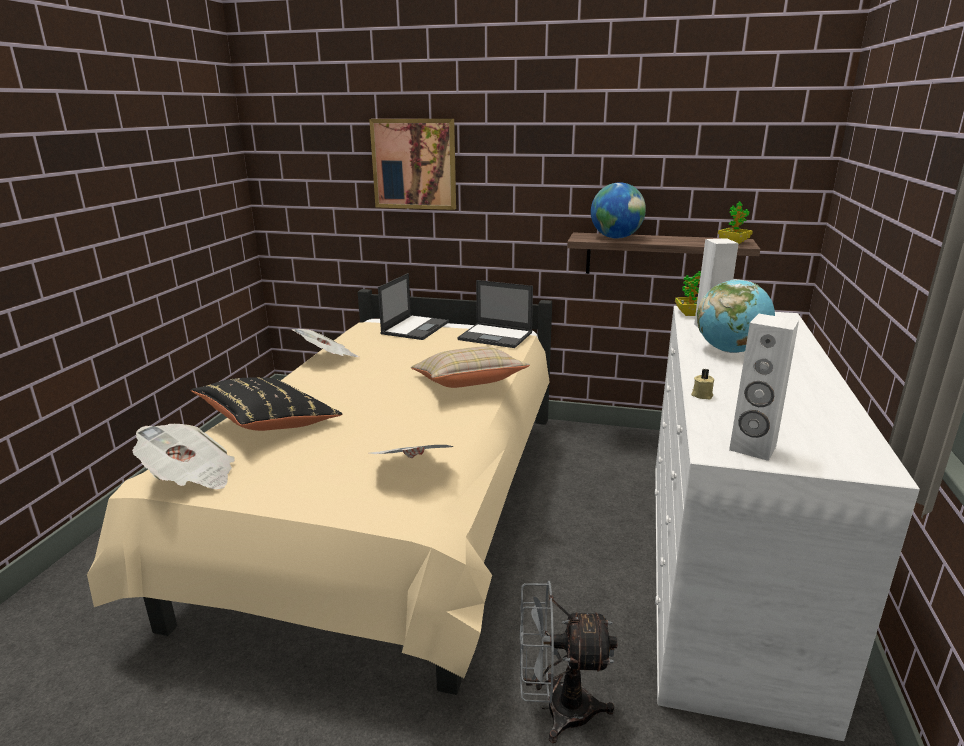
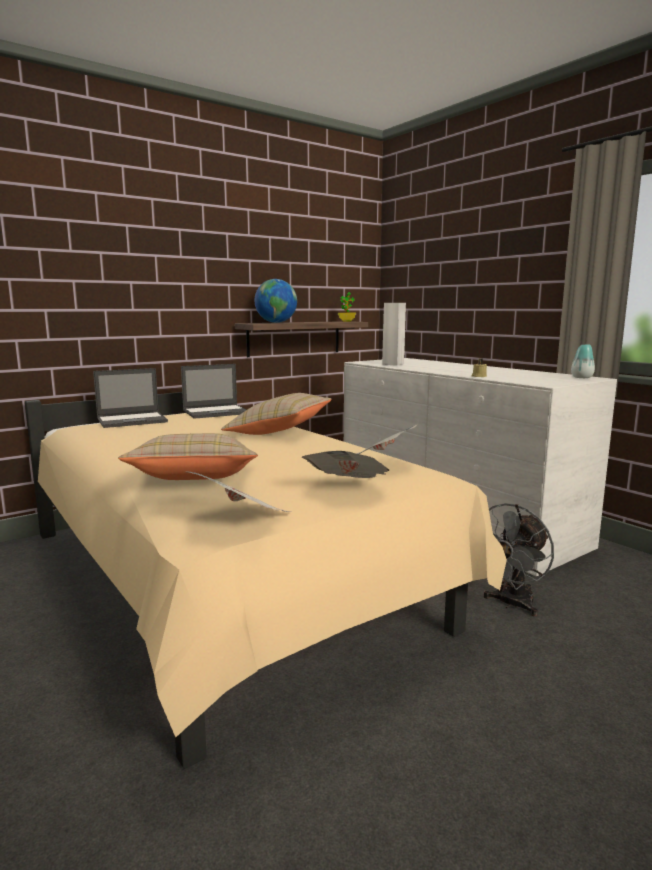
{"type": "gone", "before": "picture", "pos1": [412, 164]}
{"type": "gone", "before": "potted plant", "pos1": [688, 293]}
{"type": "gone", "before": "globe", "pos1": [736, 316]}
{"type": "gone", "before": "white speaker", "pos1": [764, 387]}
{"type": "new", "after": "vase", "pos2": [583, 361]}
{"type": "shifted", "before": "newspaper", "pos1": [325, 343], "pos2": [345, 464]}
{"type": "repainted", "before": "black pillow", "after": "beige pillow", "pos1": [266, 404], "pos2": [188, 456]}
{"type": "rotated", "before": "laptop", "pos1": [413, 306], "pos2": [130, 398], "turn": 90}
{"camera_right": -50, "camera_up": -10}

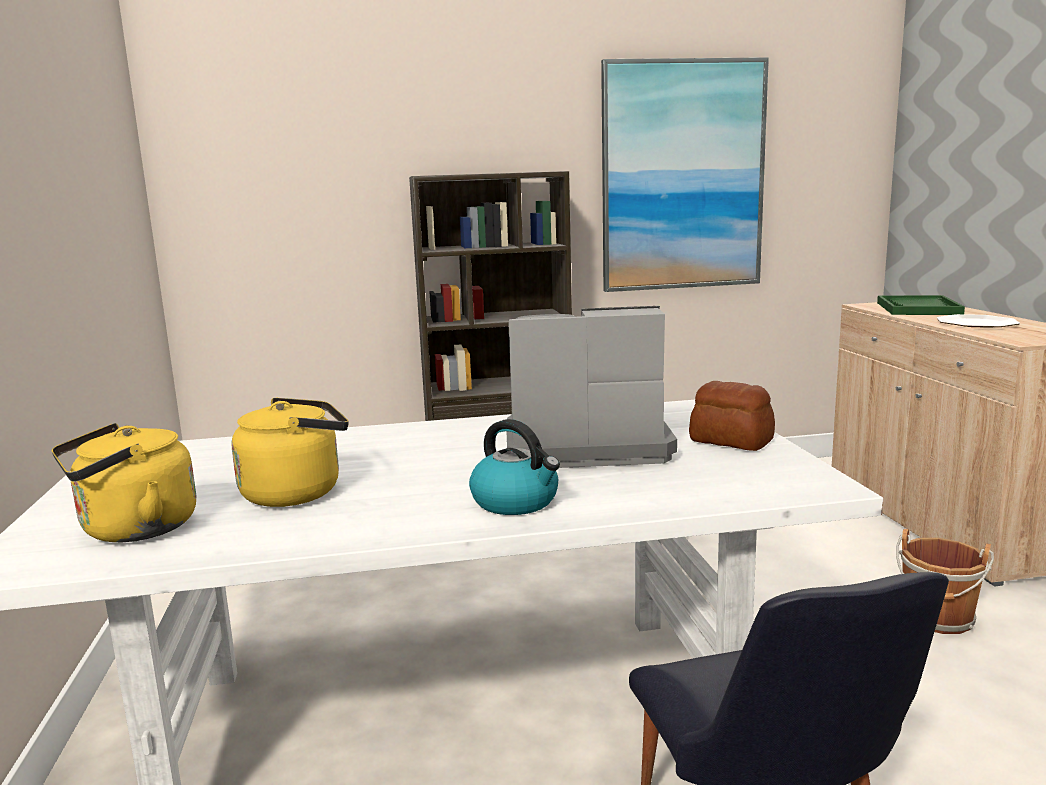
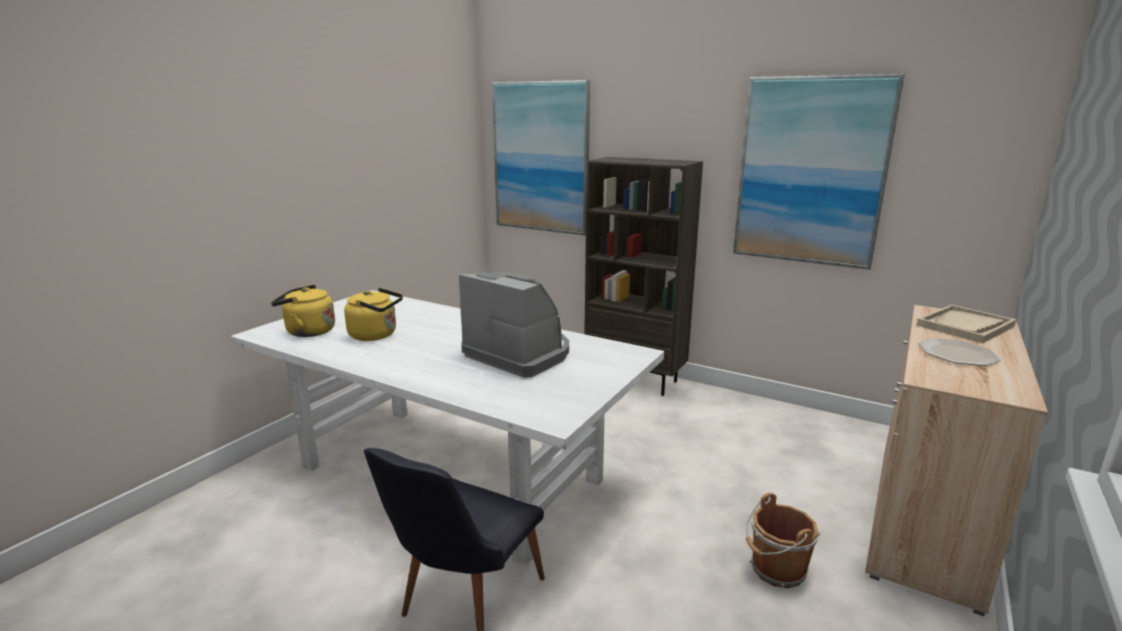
{"type": "gone", "before": "kettle", "pos1": [514, 467]}
{"type": "gone", "before": "bread", "pos1": [732, 416]}
{"type": "new", "after": "picture", "pos2": [541, 157]}
{"type": "repainted", "before": "green tray", "after": "beige tray", "pos1": [921, 305], "pos2": [966, 324]}
{"camera_right": 40, "camera_up": 5}

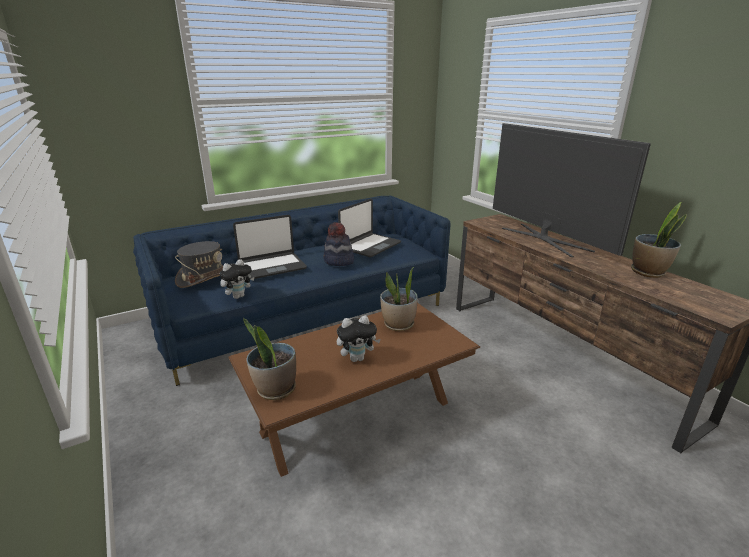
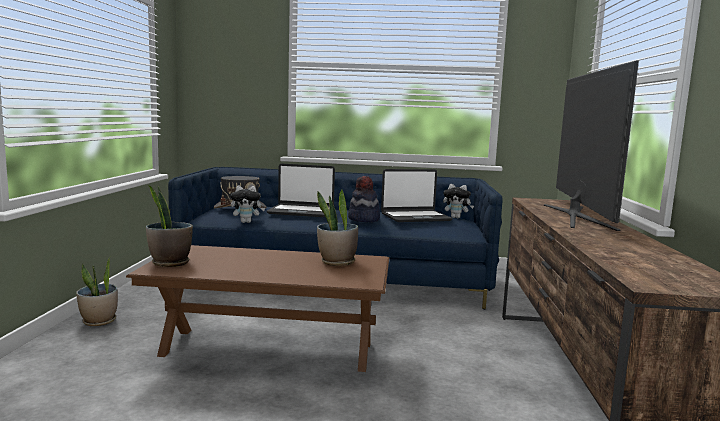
{"type": "shifted", "before": "plush toy", "pos1": [359, 338], "pos2": [458, 201]}
{"type": "shifted", "before": "potted plant", "pos1": [659, 240], "pos2": [97, 291]}
{"camera_right": 35, "camera_up": -15}

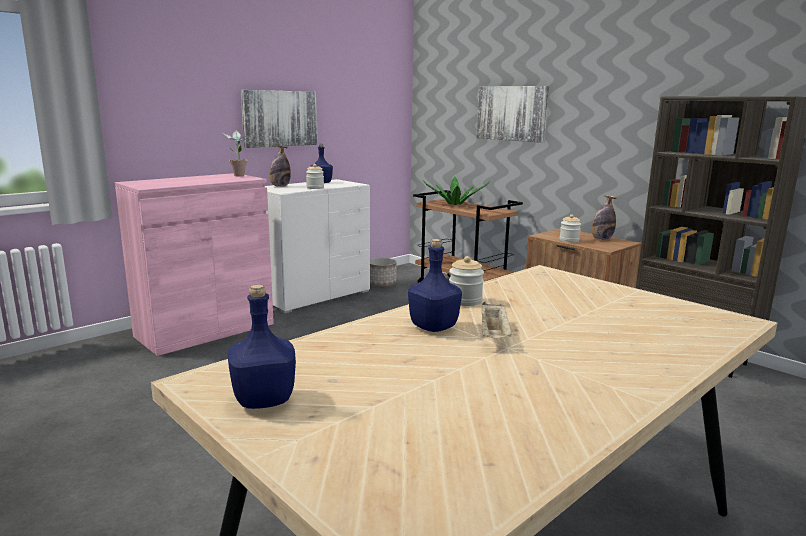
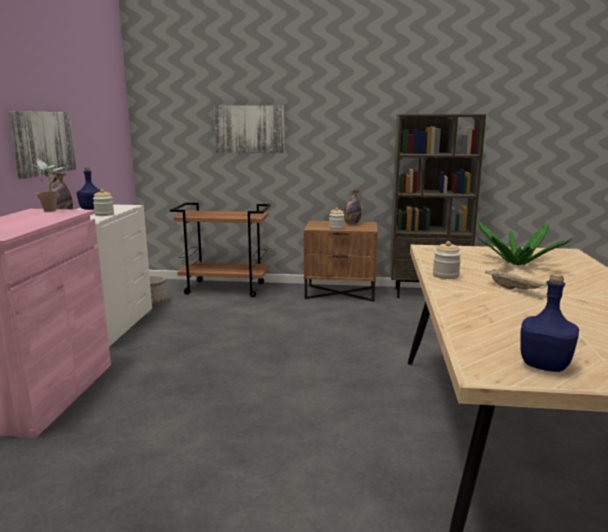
{"type": "gone", "before": "blue bottle", "pos1": [435, 285]}
{"type": "shifted", "before": "potted plant", "pos1": [456, 191], "pos2": [525, 243]}
{"camera_right": -40, "camera_up": 0}

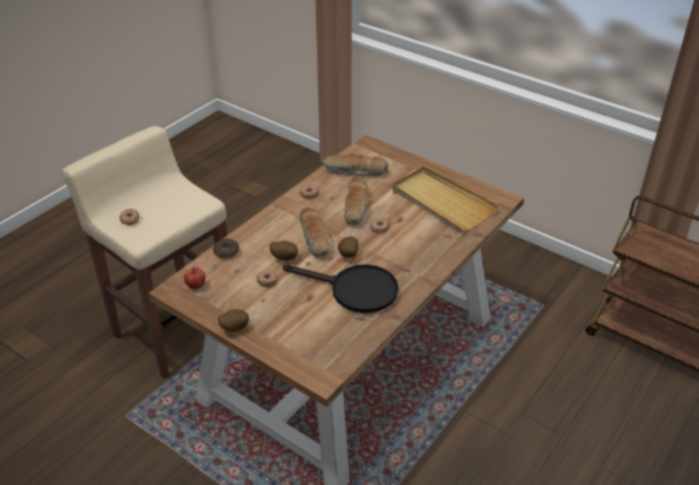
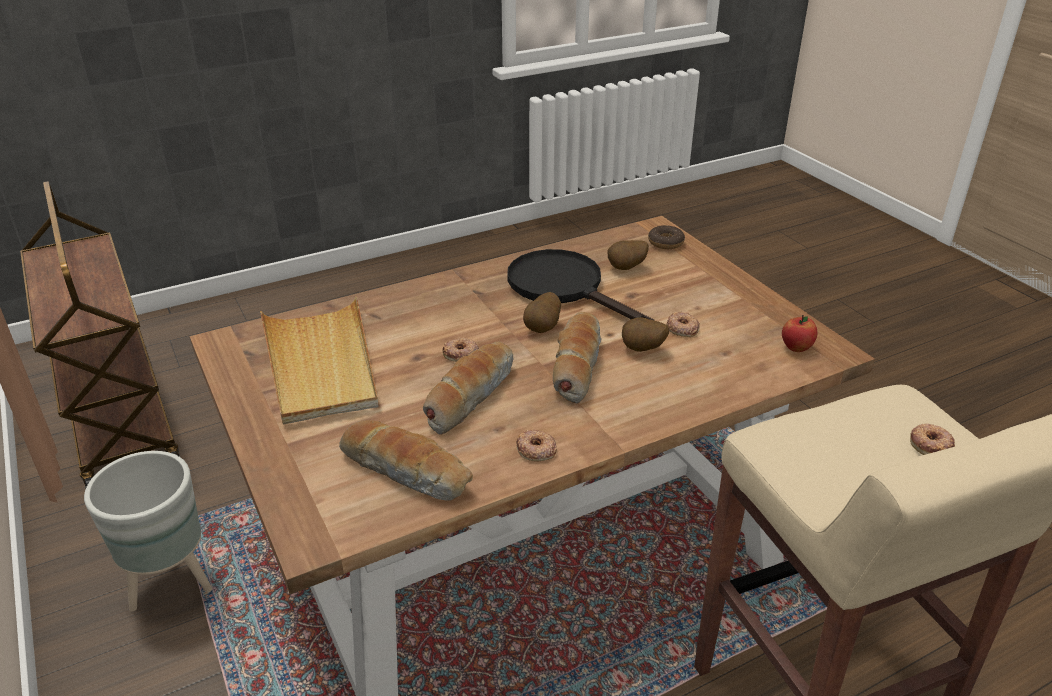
{"type": "new", "after": "grey planter", "pos2": [148, 531]}
{"type": "shifted", "before": "donut", "pos1": [226, 249], "pos2": [666, 237]}
{"type": "shifted", "before": "potato", "pos1": [233, 320], "pos2": [628, 255]}
{"camera_right": -155, "camera_up": -5}

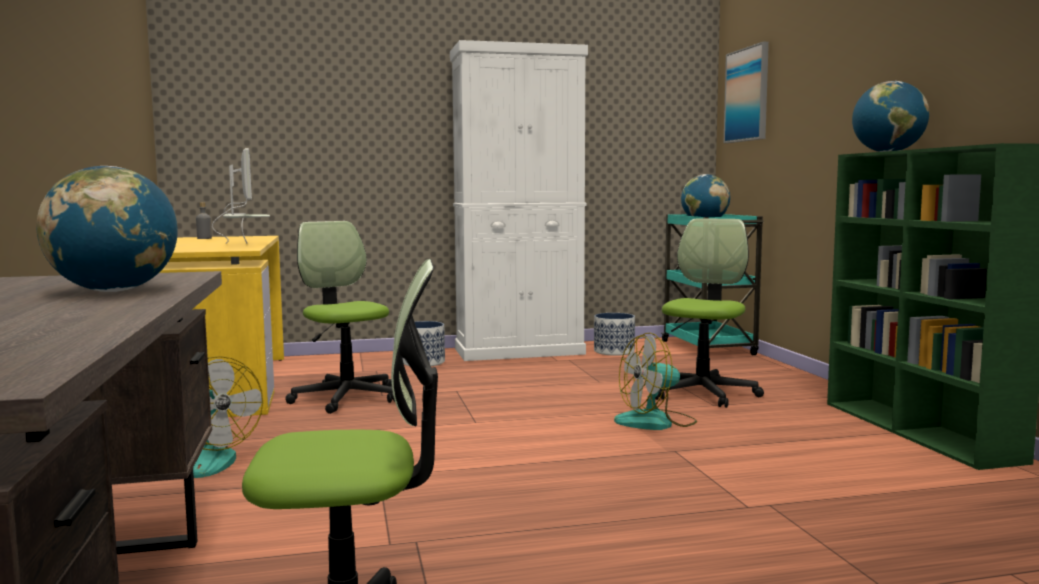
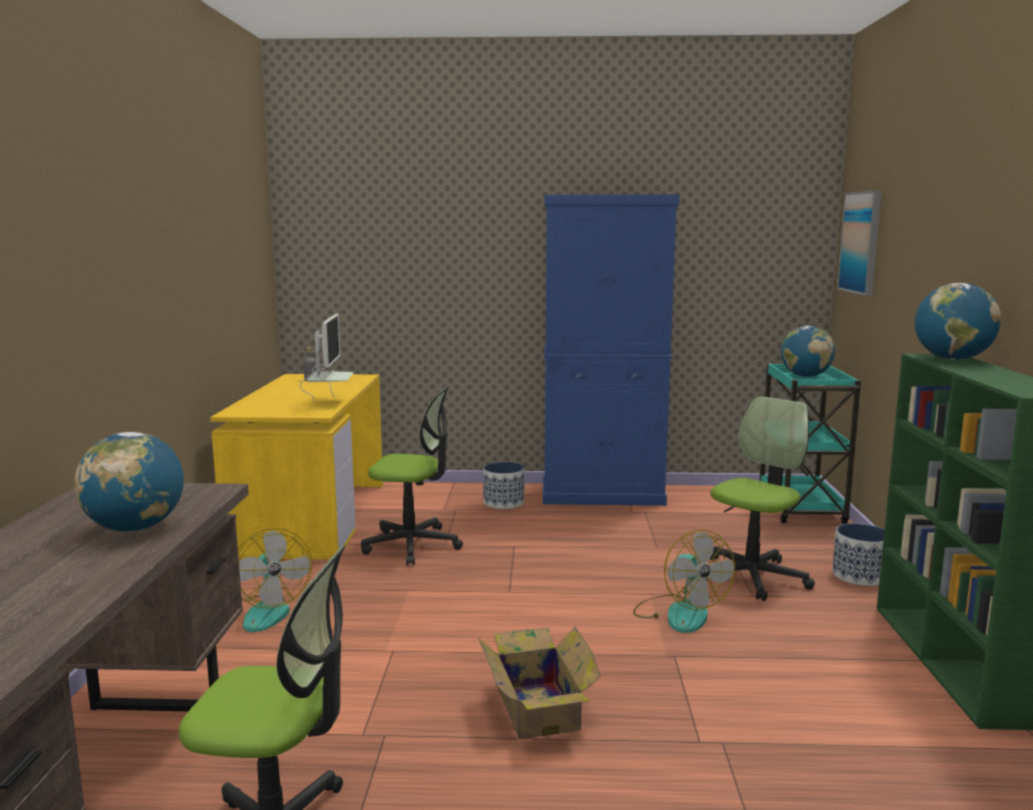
{"type": "new", "after": "cardboard box", "pos2": [539, 683]}
{"type": "shifted", "before": "planter", "pos1": [614, 334], "pos2": [858, 554]}
{"type": "repainted", "before": "white cabinet", "after": "blue cabinet", "pos1": [519, 200], "pos2": [611, 350]}
{"type": "rotated", "before": "office chair", "pos1": [340, 317], "pos2": [412, 476], "turn": 120}
{"type": "rotated", "before": "fan", "pos1": [655, 381], "pos2": [684, 581], "turn": -105}
{"camera_right": 15, "camera_up": 5}

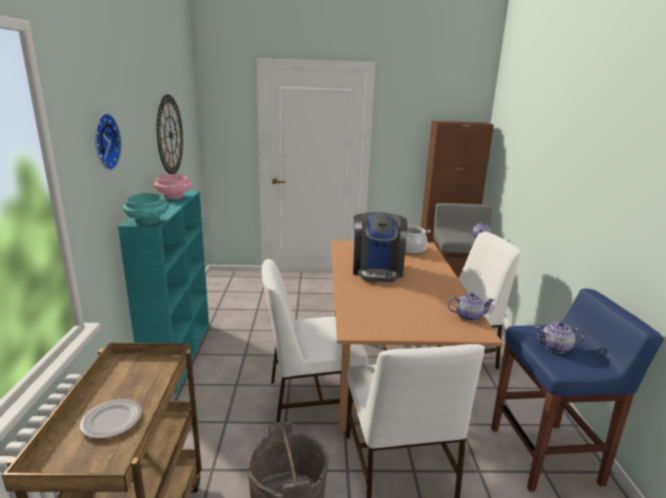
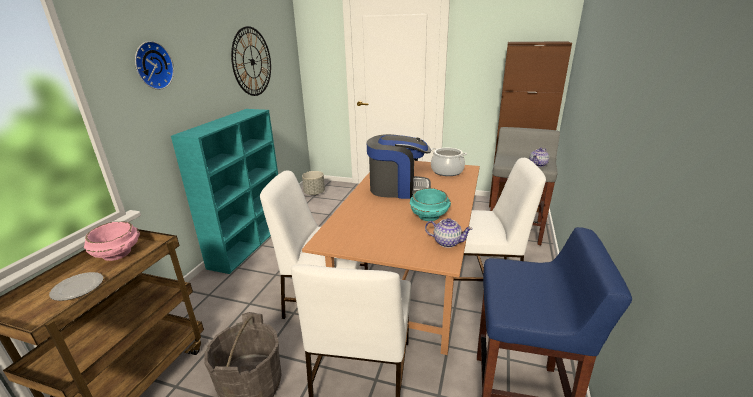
{"type": "gone", "before": "teapot", "pos1": [560, 337]}
{"type": "new", "after": "grey planter", "pos2": [313, 183]}
{"type": "shifted", "before": "turquoise bowl", "pos1": [146, 209], "pos2": [430, 204]}
{"type": "shifted", "before": "pink bowl", "pos1": [173, 186], "pos2": [112, 241]}
{"type": "rotated", "before": "coffee machine", "pos1": [380, 247], "pos2": [399, 166], "turn": -105}
{"camera_right": 20, "camera_up": 5}

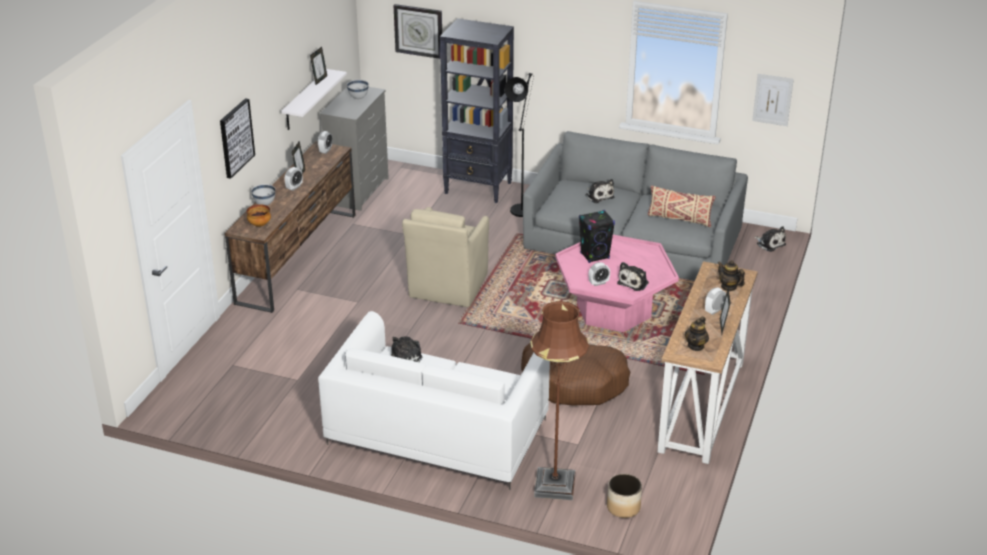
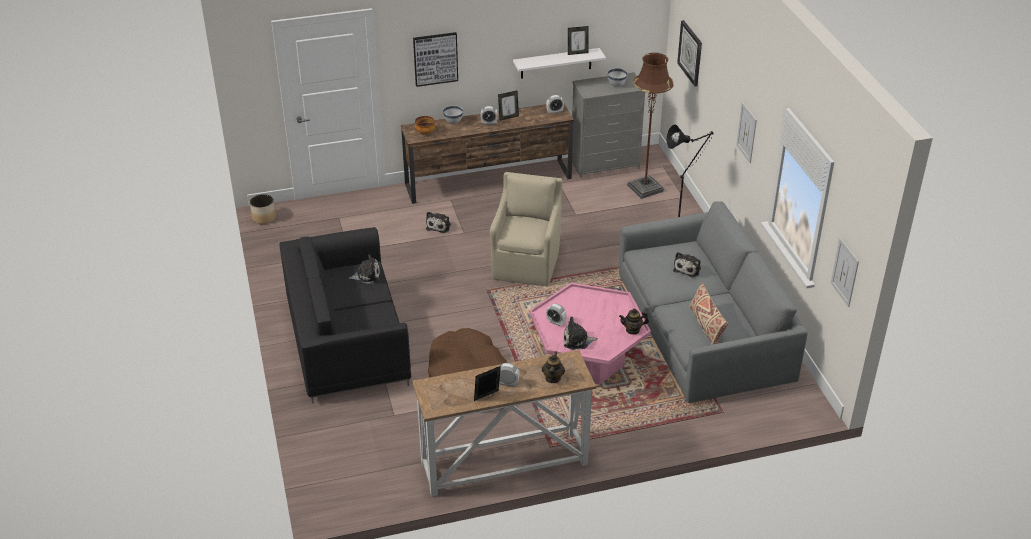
{"type": "gone", "before": "black bookcase", "pos1": [477, 110]}
{"type": "gone", "before": "black speaker", "pos1": [597, 236]}
{"type": "new", "after": "picture", "pos2": [746, 132]}
{"type": "shifted", "before": "brown floor lamp", "pos1": [559, 400], "pos2": [650, 126]}
{"type": "shifted", "before": "planter", "pos1": [624, 496], "pos2": [263, 209]}
{"type": "shifted", "before": "teapot", "pos1": [697, 334], "pos2": [634, 322]}
{"type": "shifted", "before": "plush toy", "pos1": [770, 239], "pos2": [438, 222]}
{"type": "repainted", "before": "white sofa", "after": "black sofa", "pos1": [434, 400], "pos2": [345, 315]}
{"type": "rotated", "before": "beige armchair", "pos1": [445, 257], "pos2": [526, 229], "turn": 120}
{"camera_right": 55, "camera_up": 5}

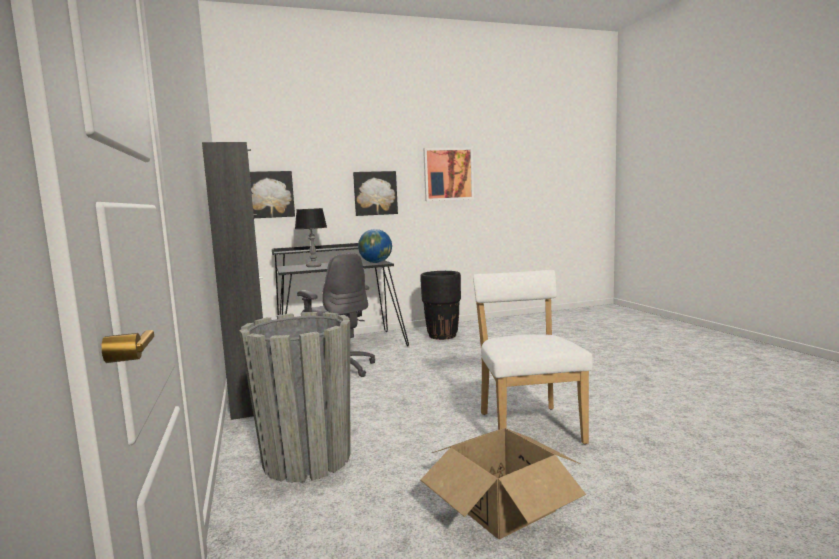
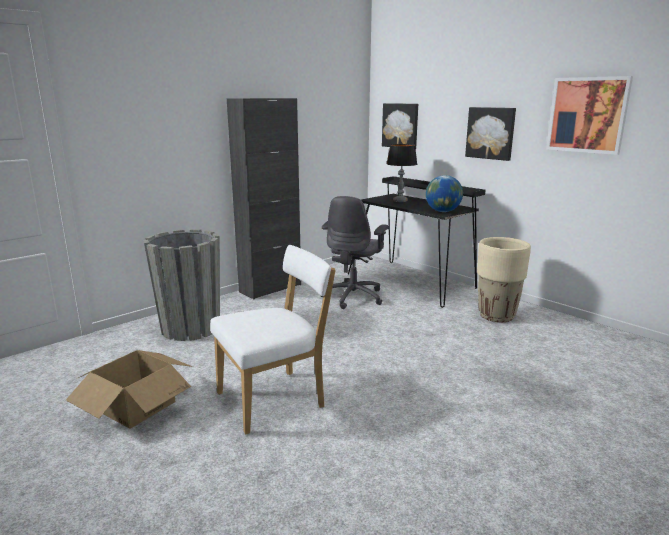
{"type": "repainted", "before": "black planter", "after": "beige planter", "pos1": [440, 305], "pos2": [504, 279]}
{"camera_right": 65, "camera_up": 10}

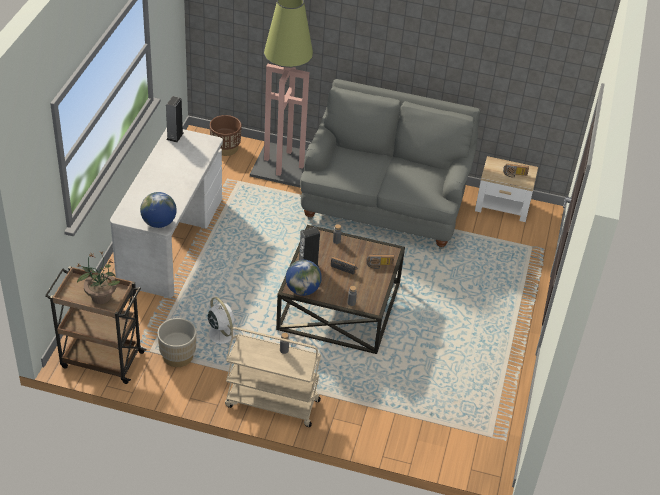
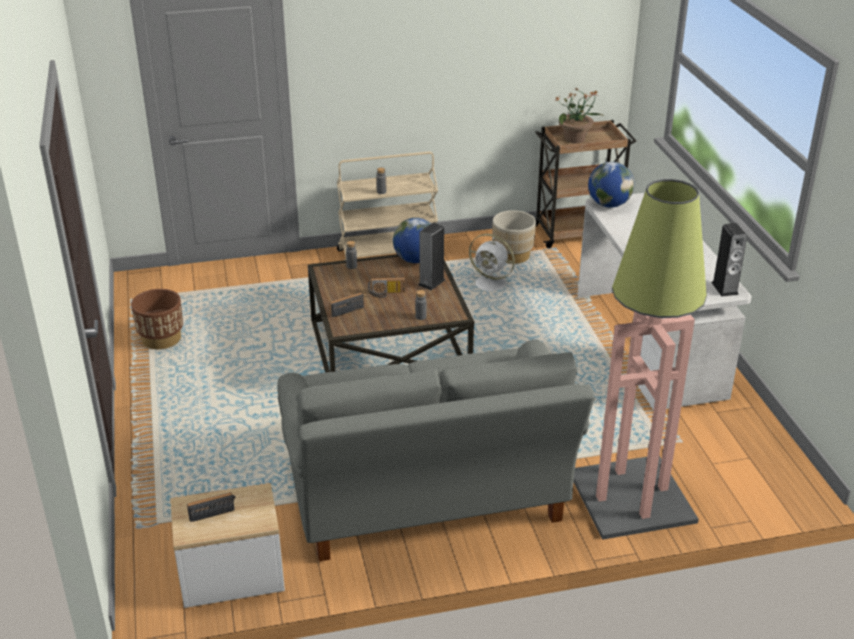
{"type": "shifted", "before": "brown planter", "pos1": [225, 135], "pos2": [157, 319]}
{"camera_right": 155, "camera_up": -10}

